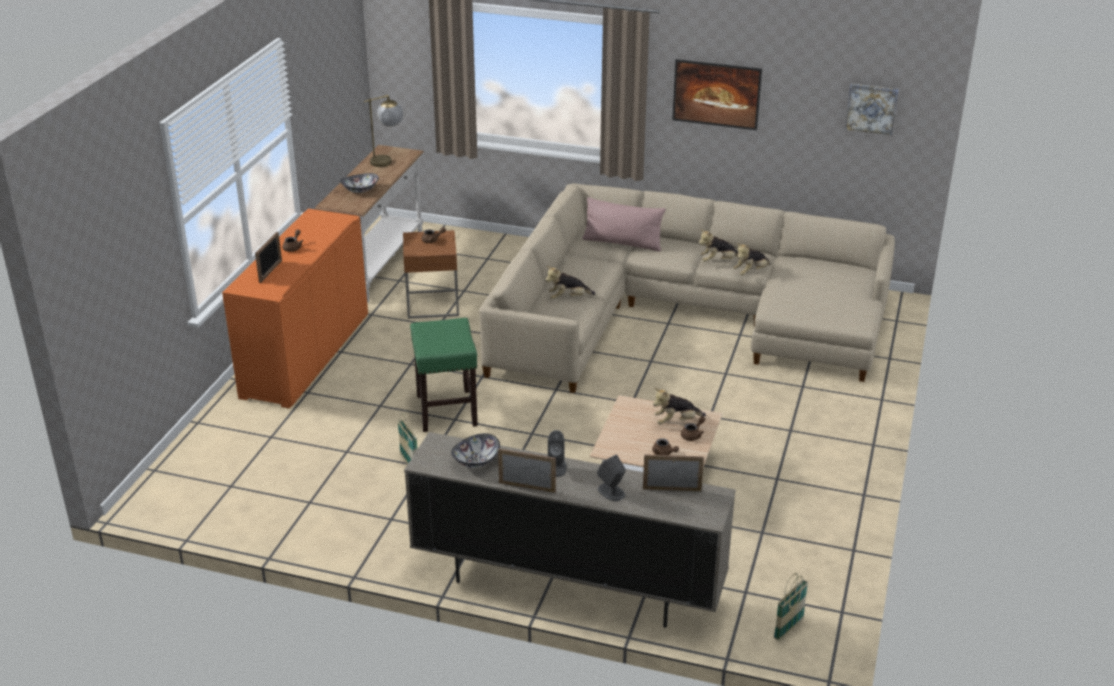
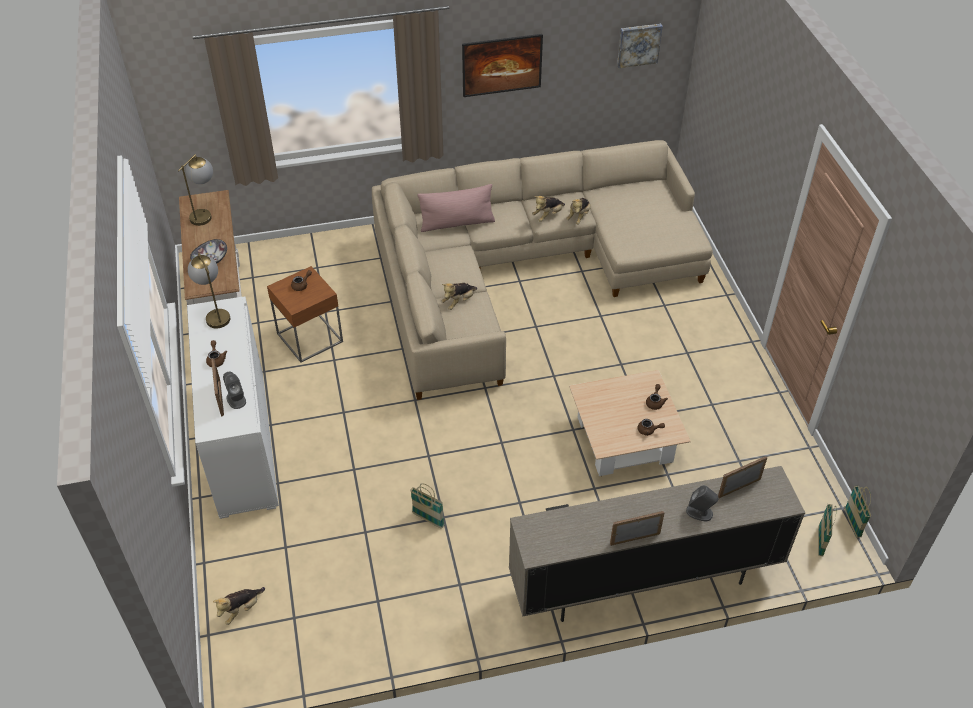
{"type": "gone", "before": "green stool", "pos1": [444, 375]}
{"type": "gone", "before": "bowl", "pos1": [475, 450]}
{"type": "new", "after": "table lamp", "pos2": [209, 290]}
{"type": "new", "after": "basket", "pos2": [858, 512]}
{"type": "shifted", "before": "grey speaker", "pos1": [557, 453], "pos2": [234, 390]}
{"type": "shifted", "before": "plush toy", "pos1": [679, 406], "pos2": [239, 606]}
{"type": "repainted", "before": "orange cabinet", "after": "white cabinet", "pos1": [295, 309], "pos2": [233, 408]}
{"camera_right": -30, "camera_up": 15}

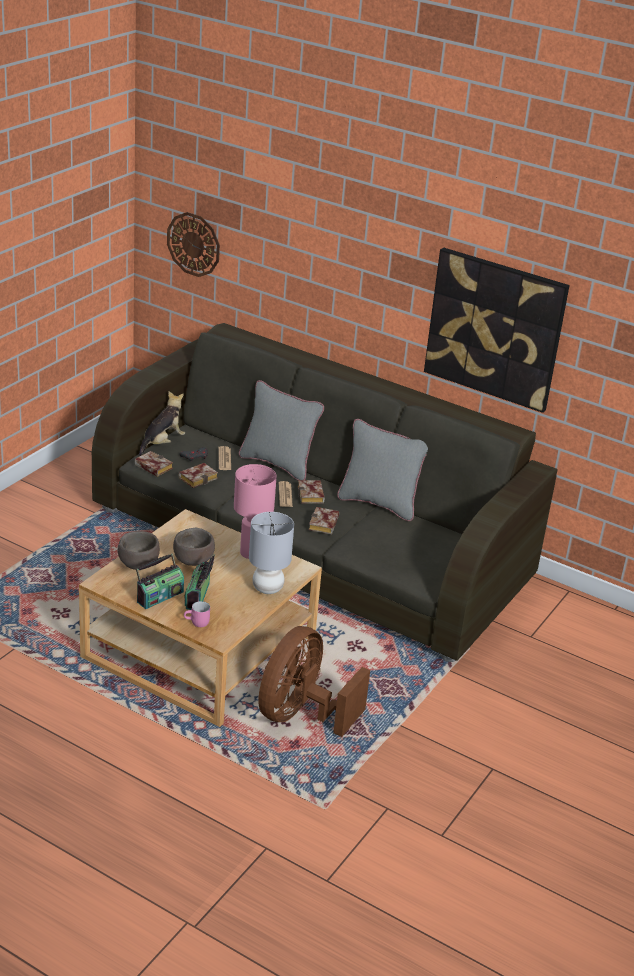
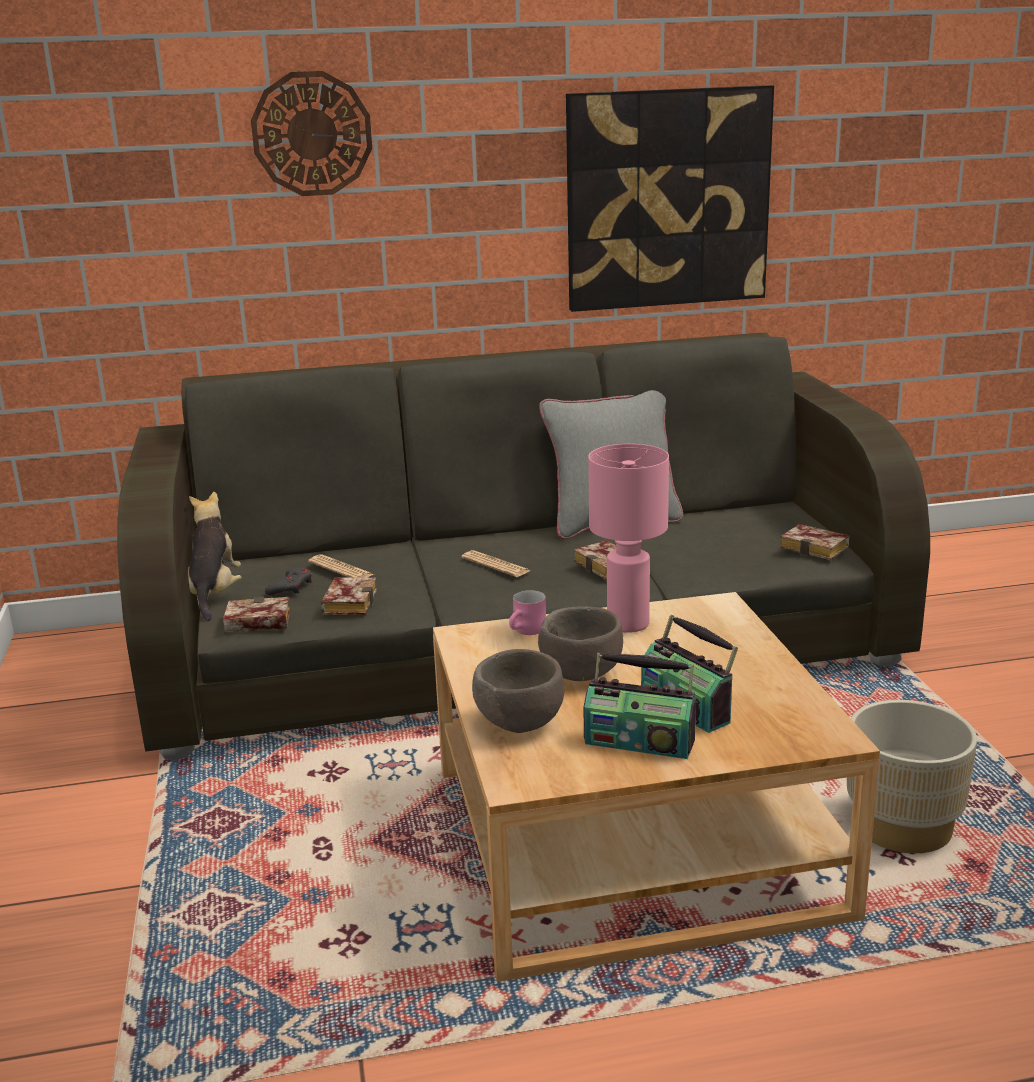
{"type": "gone", "before": "grey pillow", "pos1": [281, 430]}
{"type": "gone", "before": "grey table lamp", "pos1": [271, 553]}
{"type": "shifted", "before": "wall clock", "pos1": [193, 244], "pos2": [311, 133]}
{"type": "shifted", "before": "pink mug", "pos1": [197, 614], "pos2": [527, 612]}
{"type": "shifted", "before": "book", "pos1": [311, 491], "pos2": [815, 542]}
{"type": "swapped", "before": "brown fan", "after": "beige planter", "pos1": [314, 681], "pos2": [912, 776]}
{"type": "rotated", "before": "radio", "pos1": [160, 581], "pos2": [639, 706], "turn": 105}
{"camera_right": -40, "camera_up": -10}

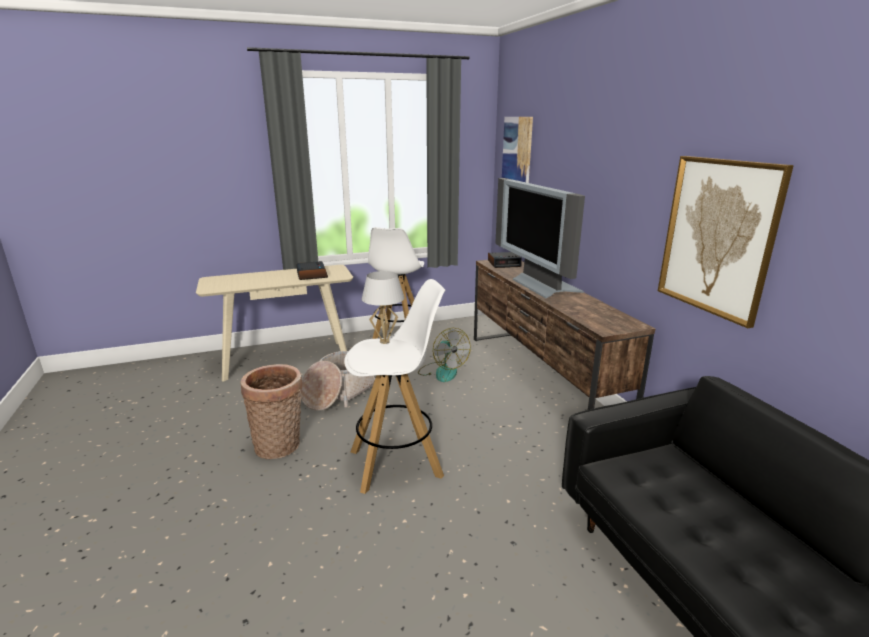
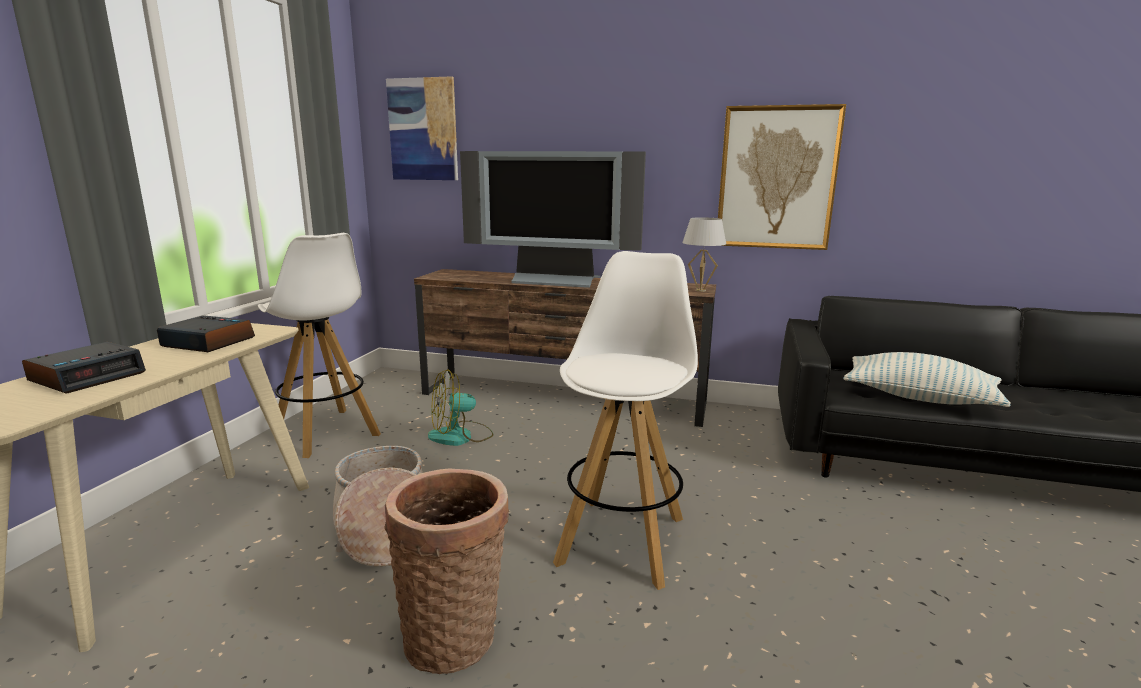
{"type": "new", "after": "pillow", "pos2": [927, 379]}
{"type": "shifted", "before": "white table lamp", "pos1": [383, 307], "pos2": [704, 254]}
{"type": "shifted", "before": "alarm clock", "pos1": [505, 260], "pos2": [84, 368]}
{"type": "rotated", "before": "fan", "pos1": [444, 355], "pos2": [460, 407], "turn": 150}
{"camera_right": -55, "camera_up": -5}

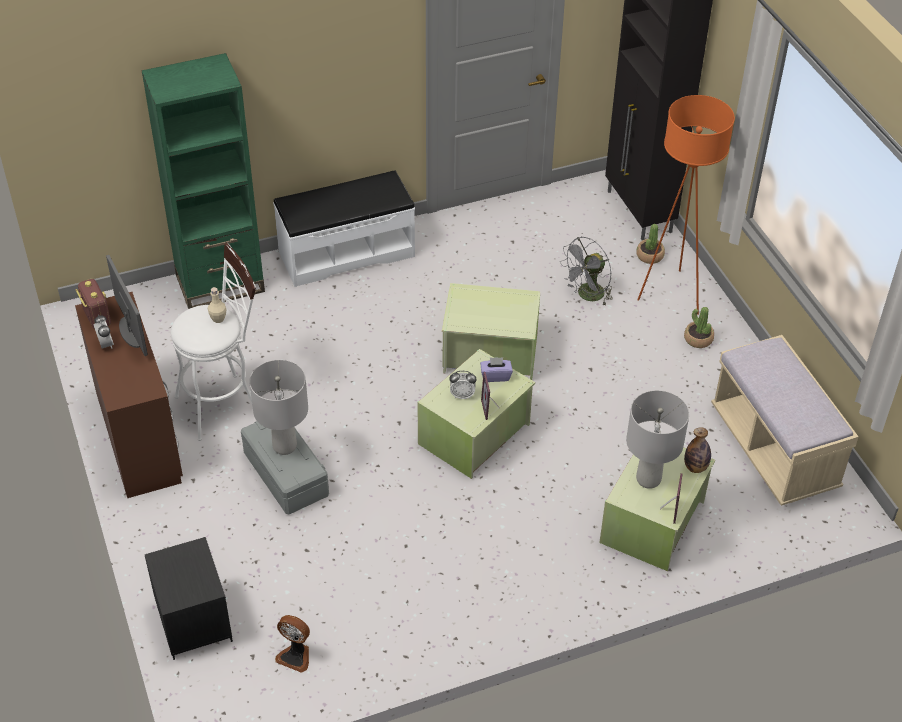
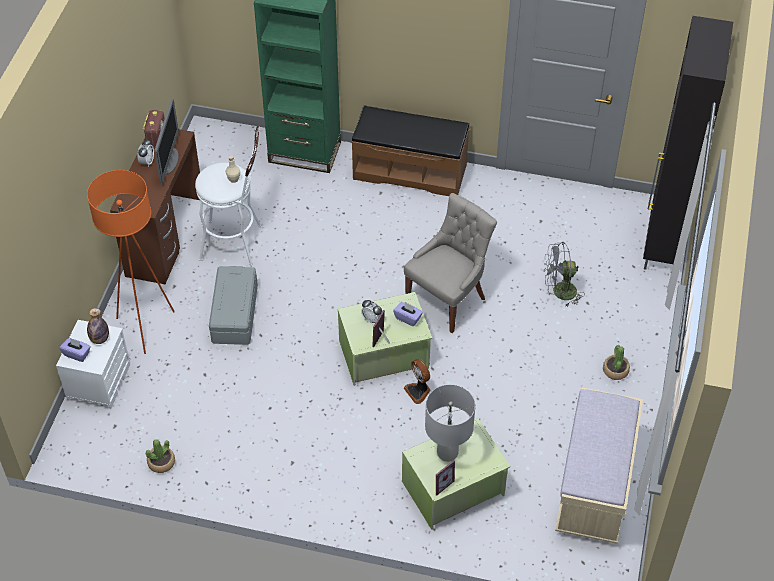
{"type": "gone", "before": "grey table lamp", "pos1": [278, 407]}
{"type": "new", "after": "purple tissue box", "pos2": [75, 350]}
{"type": "shifted", "before": "fan", "pos1": [292, 644], "pos2": [417, 381]}
{"type": "shifted", "before": "potted plant", "pos1": [650, 244], "pos2": [160, 456]}
{"type": "shifted", "before": "orange floor lamp", "pos1": [686, 205], "pos2": [131, 262]}
{"type": "shifted", "before": "bottle", "pos1": [697, 450], "pos2": [98, 326]}
{"type": "swapped", "before": "green storage box", "after": "grey chair", "pos1": [491, 331], "pos2": [450, 263]}
{"type": "repainted", "before": "black nightstand", "after": "white nightstand", "pos1": [189, 598], "pos2": [93, 364]}
{"type": "repainted", "before": "white bench", "after": "brown bench", "pos1": [344, 228], "pos2": [410, 151]}
{"camera_right": 35, "camera_up": 5}

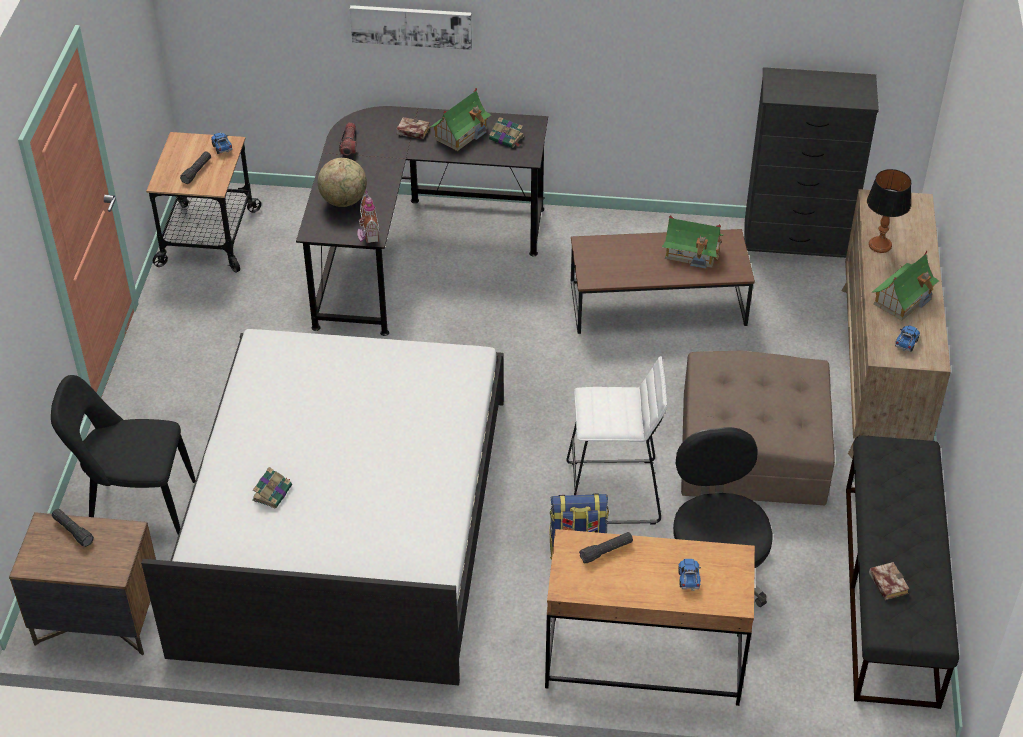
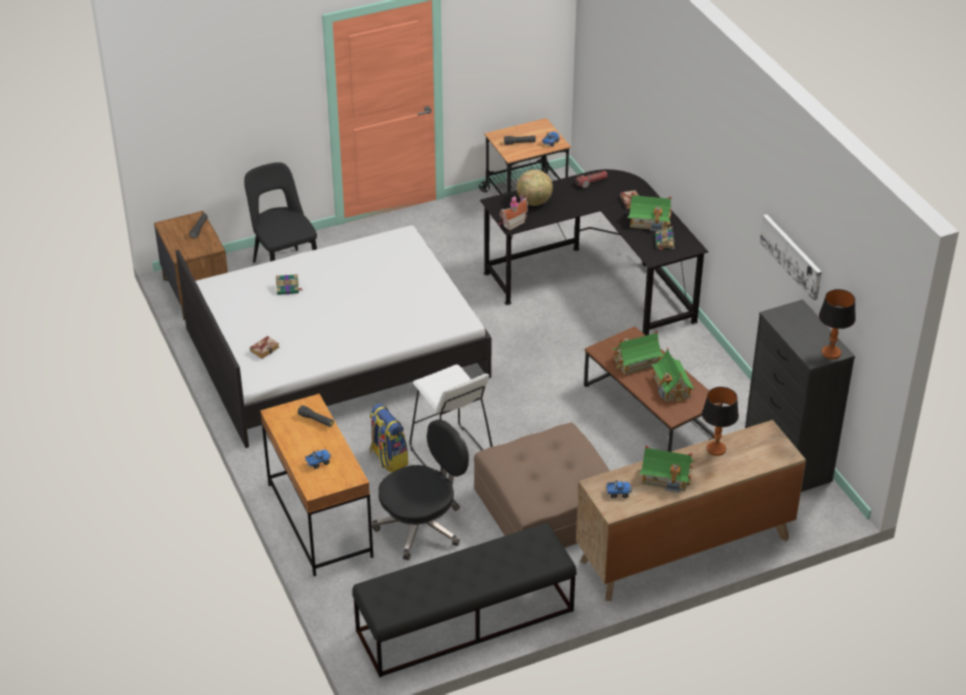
{"type": "new", "after": "toy house", "pos2": [637, 353]}
{"type": "new", "after": "table lamp", "pos2": [837, 324]}
{"type": "shifted", "before": "picture", "pos1": [411, 27], "pos2": [791, 257]}
{"type": "shifted", "before": "book", "pos1": [889, 581], "pos2": [265, 347]}
{"camera_right": 60, "camera_up": -5}

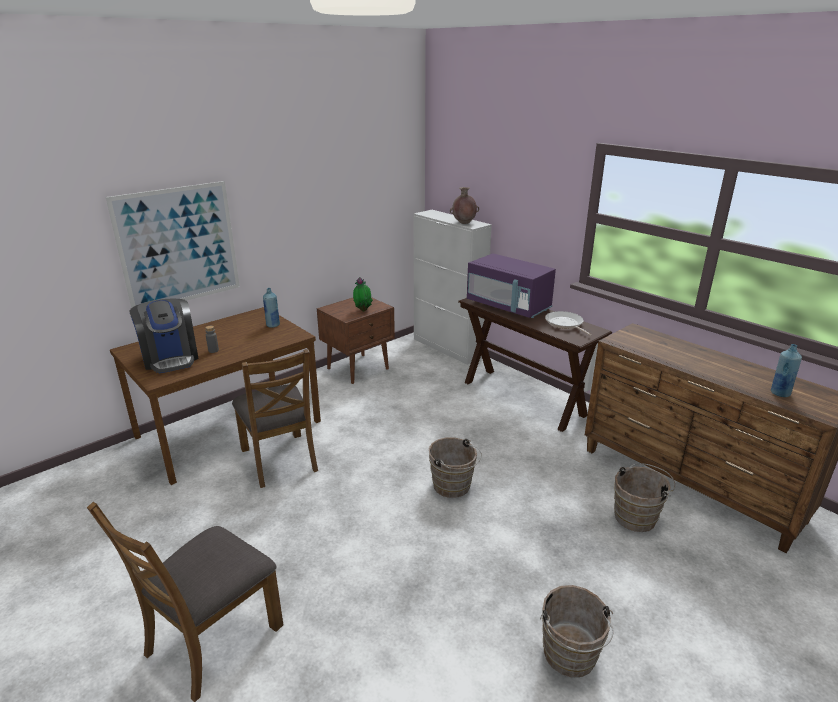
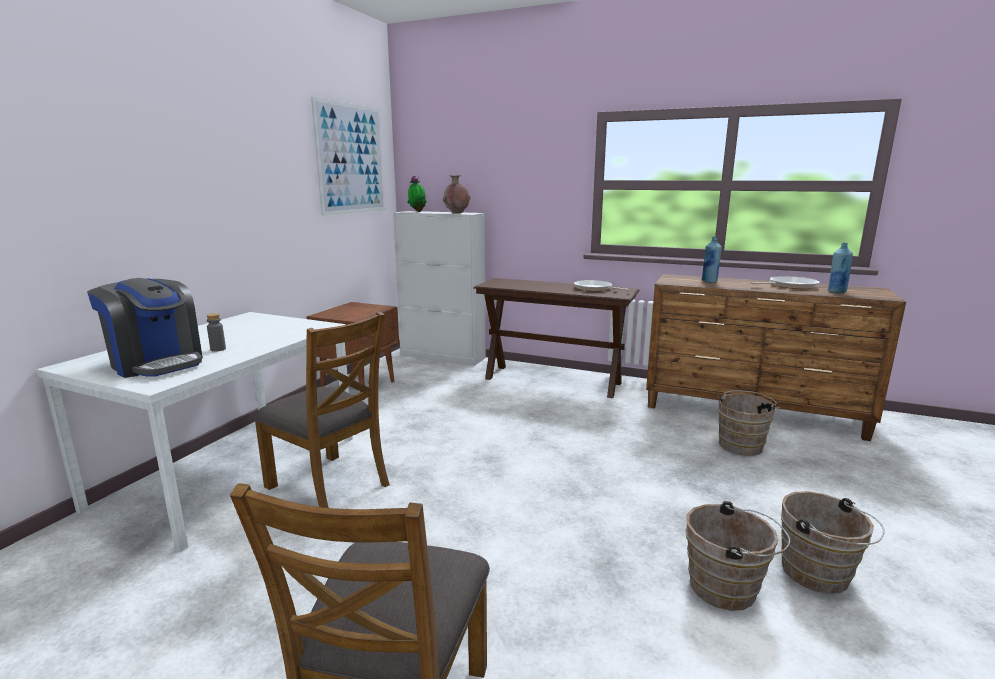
{"type": "gone", "before": "purple microwave", "pos1": [511, 286]}
{"type": "new", "after": "frying pan", "pos2": [785, 282]}
{"type": "shifted", "before": "picture", "pos1": [173, 244], "pos2": [348, 156]}
{"type": "shifted", "before": "blue bottle", "pos1": [271, 308], "pos2": [711, 260]}
{"type": "shifted", "before": "potted plant", "pos1": [363, 294], "pos2": [417, 194]}
{"type": "shifted", "before": "brown bucket", "pos1": [455, 467], "pos2": [737, 556]}
{"type": "repainted", "before": "brown dining table", "after": "white dining table", "pos1": [215, 396], "pos2": [194, 432]}
{"camera_right": -25, "camera_up": -10}

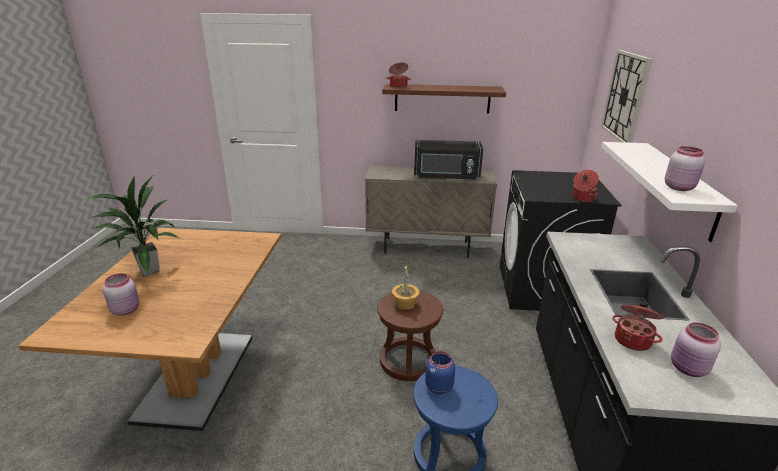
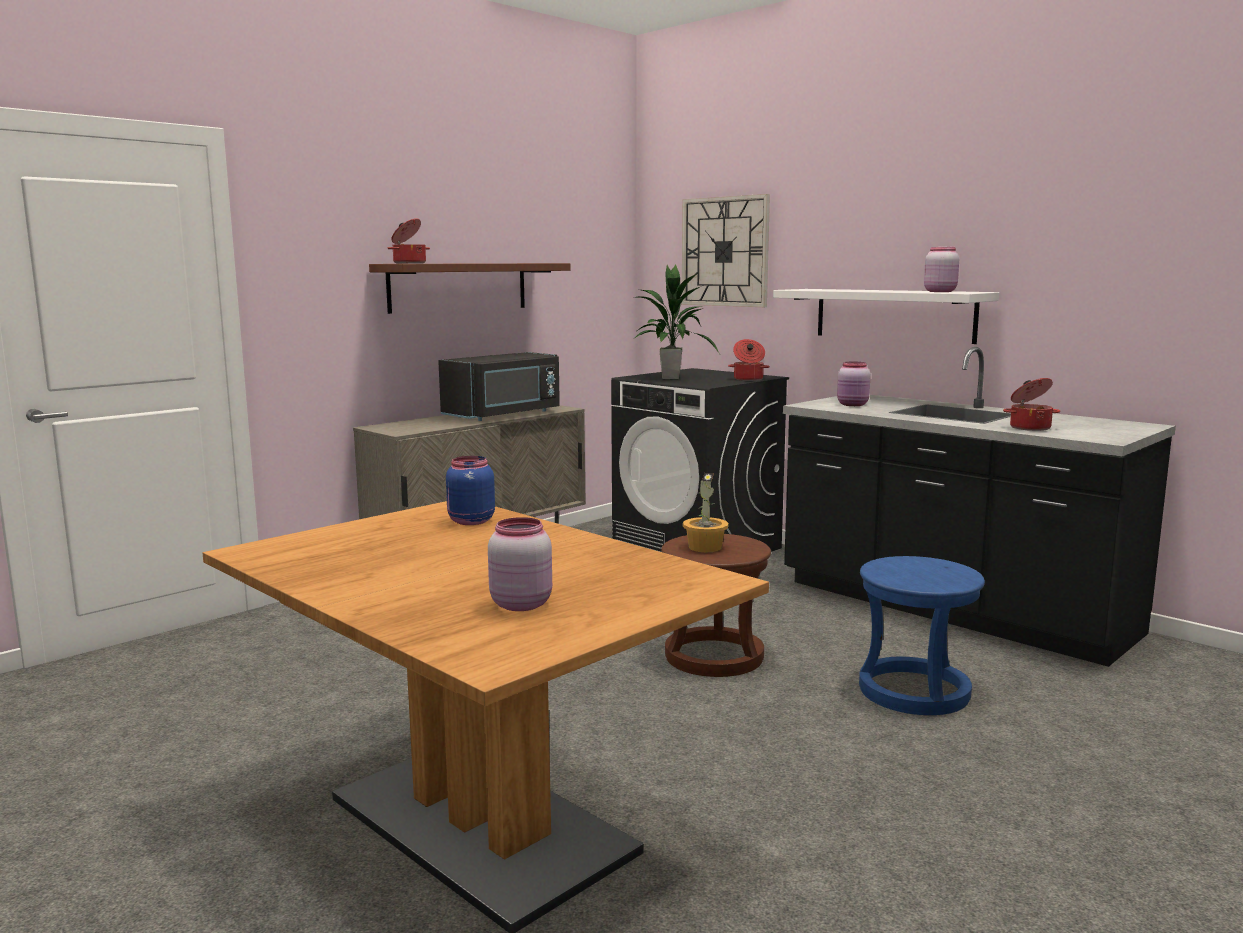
{"type": "shifted", "before": "potted plant", "pos1": [132, 225], "pos2": [677, 322]}
{"type": "shifted", "before": "blue jar", "pos1": [440, 373], "pos2": [470, 490]}
{"type": "shifted", "before": "pink jar", "pos1": [696, 349], "pos2": [854, 384]}
{"camera_right": -50, "camera_up": -15}

